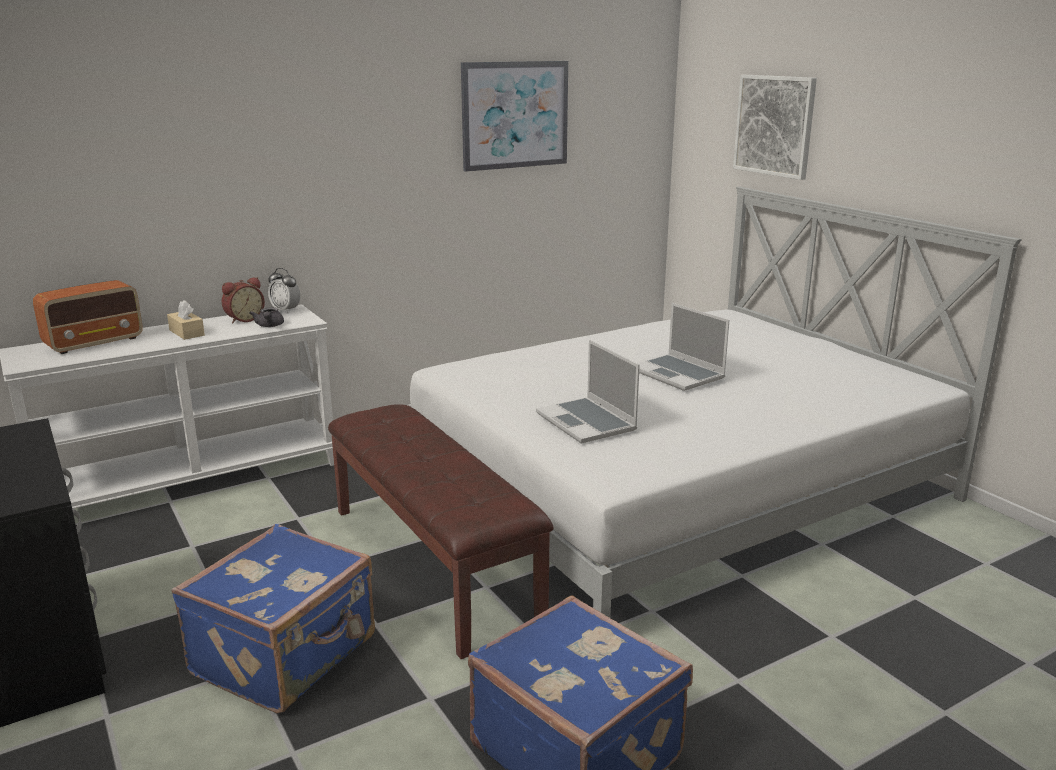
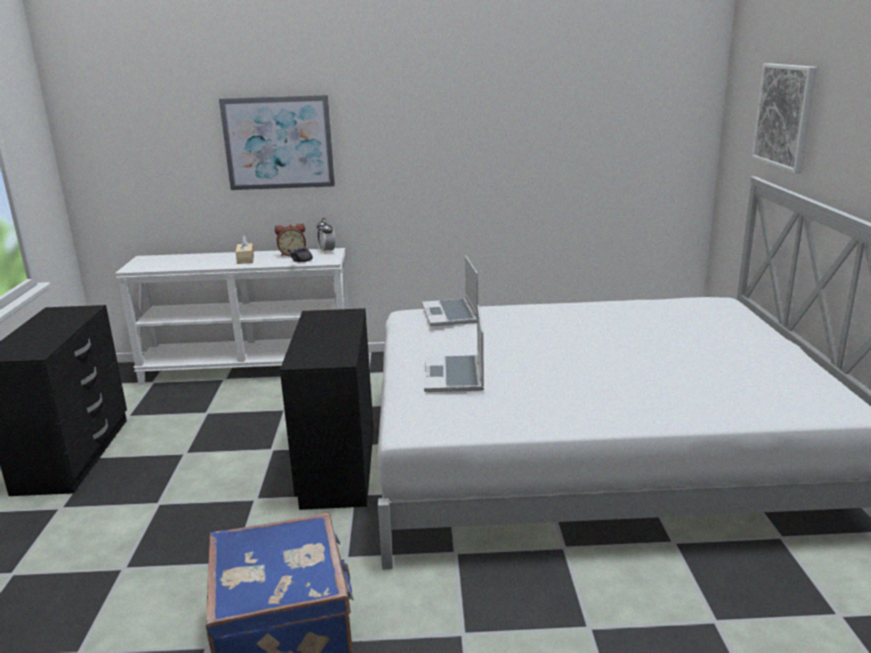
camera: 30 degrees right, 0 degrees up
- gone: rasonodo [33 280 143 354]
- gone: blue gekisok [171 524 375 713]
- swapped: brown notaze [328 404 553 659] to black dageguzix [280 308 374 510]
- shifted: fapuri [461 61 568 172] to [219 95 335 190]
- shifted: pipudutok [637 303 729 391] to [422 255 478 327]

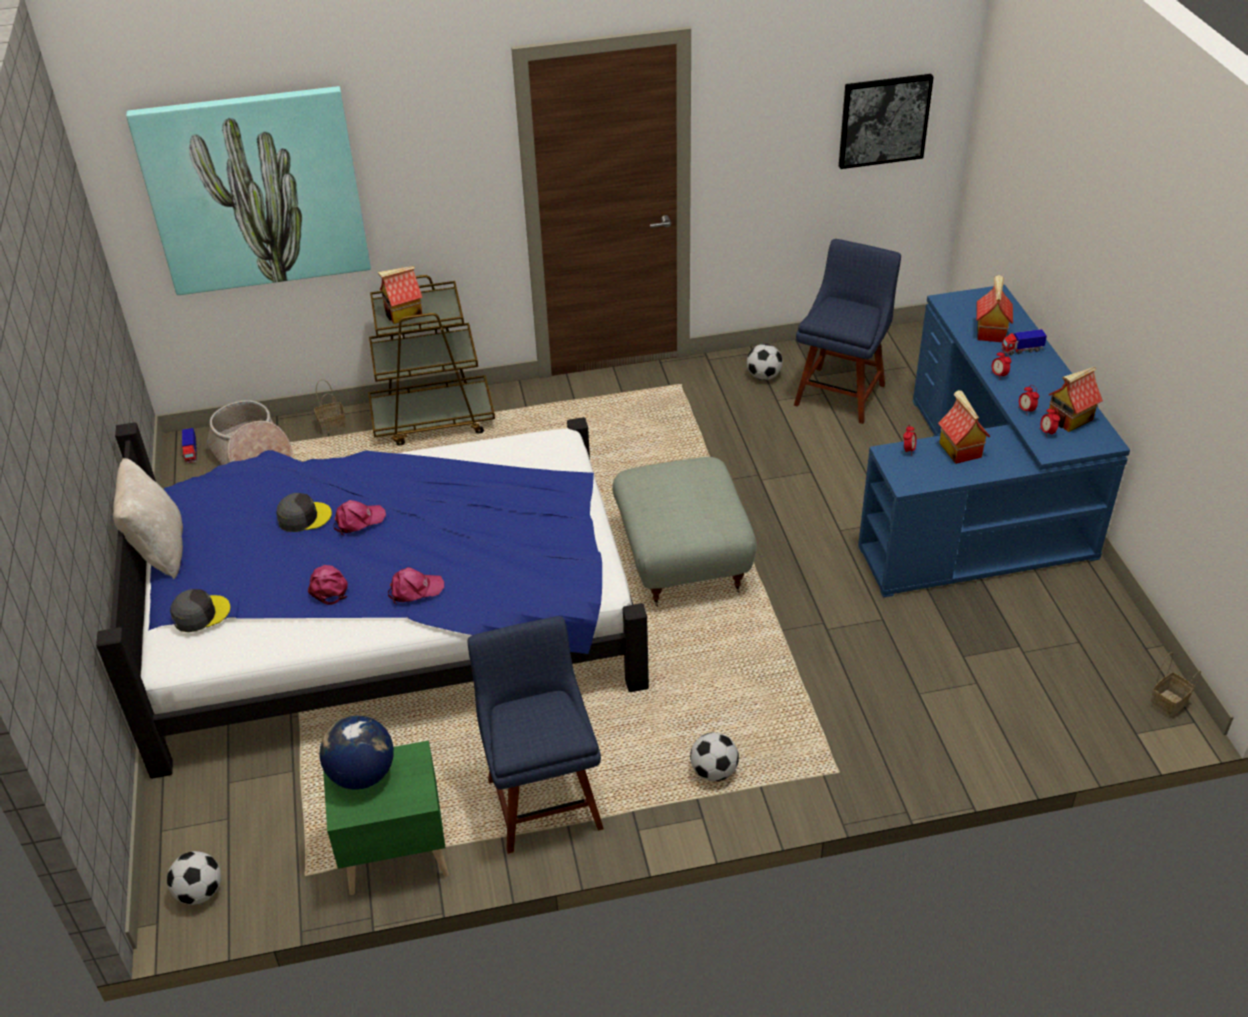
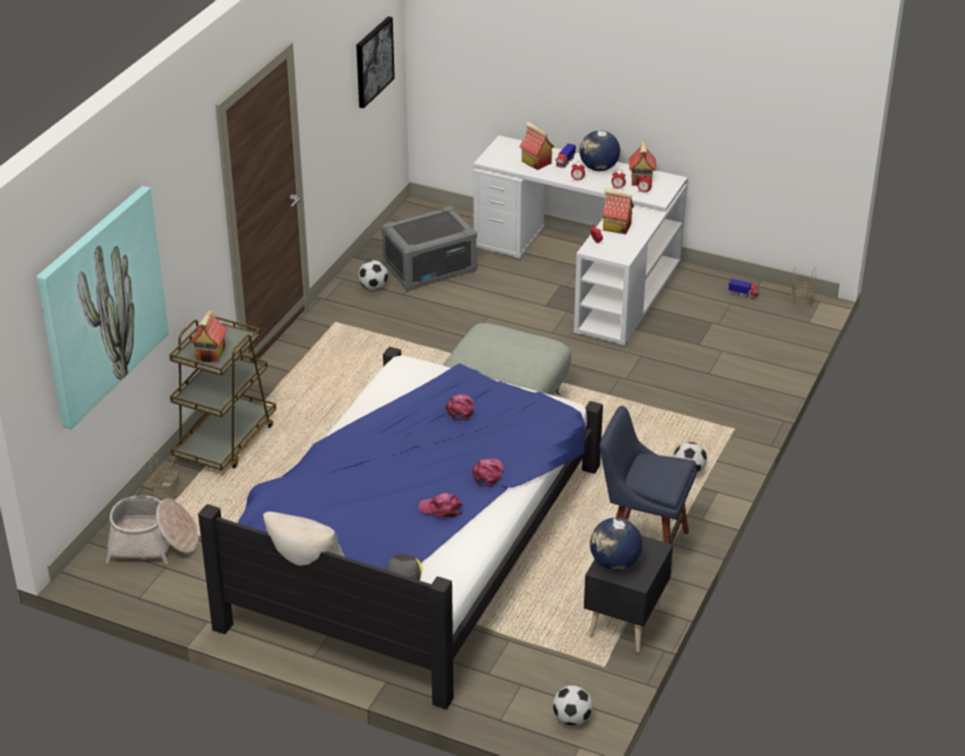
camera: 55 degrees left, 5 degrees down
- shifted: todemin [182 428 197 463] to [728 278 759 299]
- gone: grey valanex [276 493 332 532]
- repainted: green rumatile [323 741 449 895] to black rumatile [584 535 673 653]
- shifted: pink valanex [334 500 386 535] to [445 394 474 421]
- swapped: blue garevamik [794 239 901 424] to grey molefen [381 206 477 291]
- repainted: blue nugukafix [858 285 1130 598] to white nugukafix [473 135 688 347]
- new: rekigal [580 130 620 171]

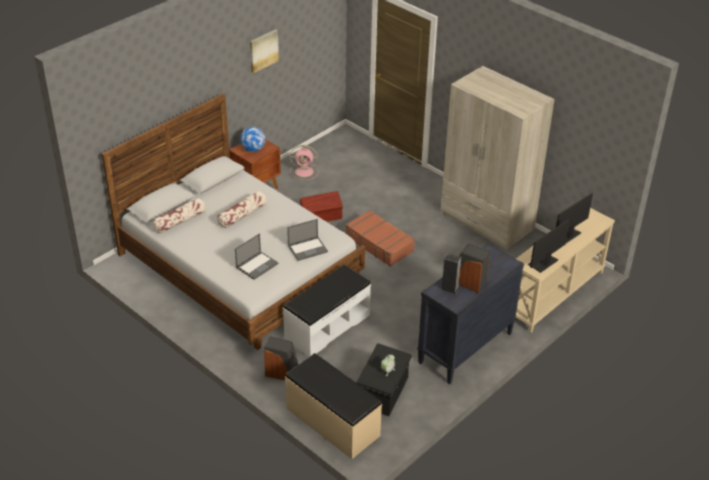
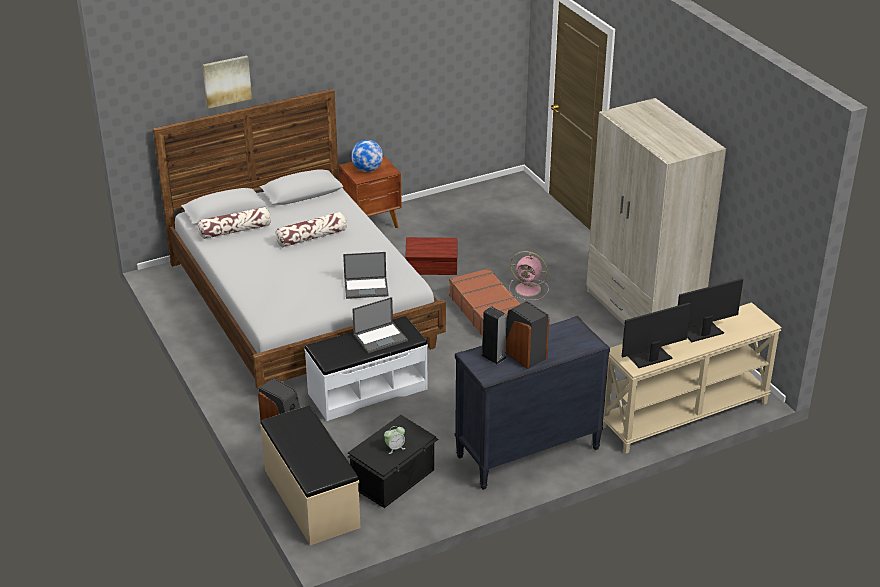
camera: 20 degrees right, 5 degrees down
- shifted: pipudutok [235 233 278 280] to [352 297 408 353]
- shifted: fapuri [250 29 279 73] to [203 55 252 109]
- shifted: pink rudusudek [290 145 319 180] to [509 251 549 300]

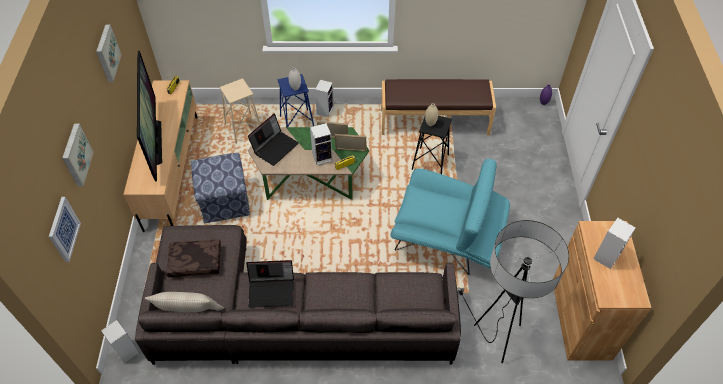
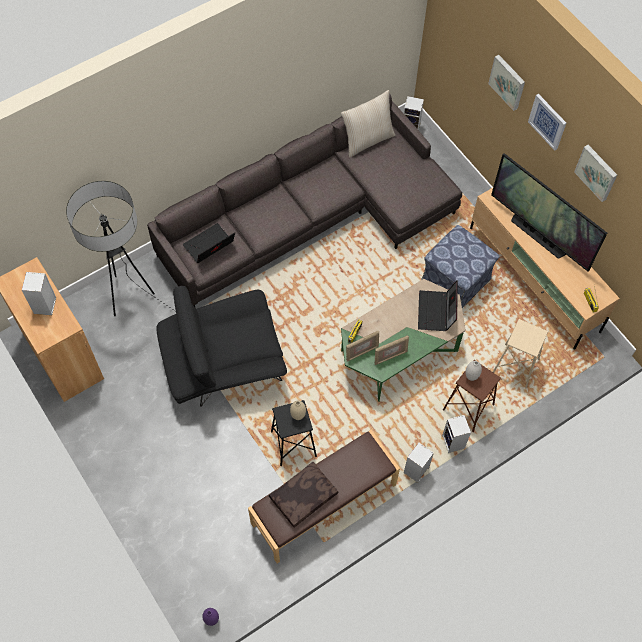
camera: 145 degrees right, 10 degrees up
- shifted: fapuri [49 197 81 262] to [528 94 566 151]
- shifted: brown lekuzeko [166 239 221 277] to [269 462 339 527]
- shifted: pipudutok [246 260 294 308] to [183 223 235 263]
- repainted: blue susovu [278 74 314 127] to brown susovu [443 360 501 432]
- shifted: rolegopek [310 123 333 165] to [404 443 434 483]
- repainted: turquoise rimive [391 158 510 275] to black rimive [156 286 287 407]

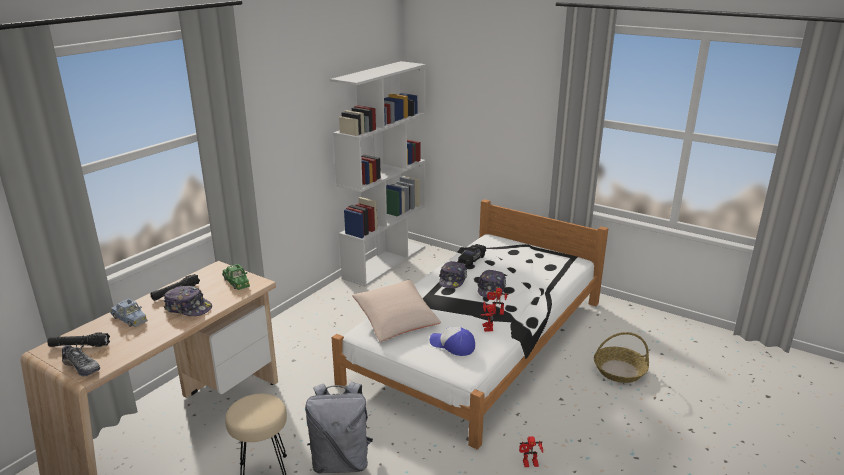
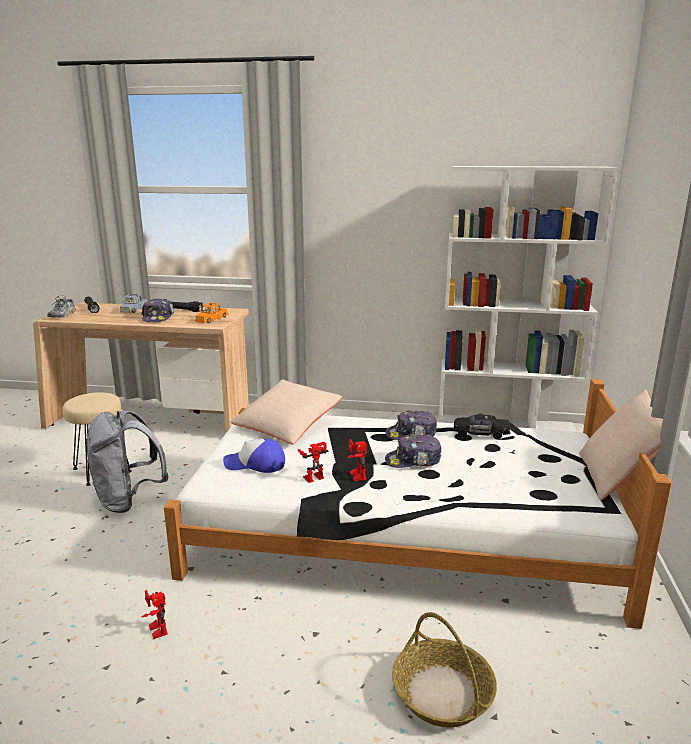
camera: 65 degrees right, 5 degrees down
- repainted: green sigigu [222 264 250 290] to orange sigigu [195 303 229 323]
- rotated: valanex [429 327 475 356] = [223 438 285 473] 90 degrees counterclockwise
- new: beige lekuzeko [579 389 663 501]

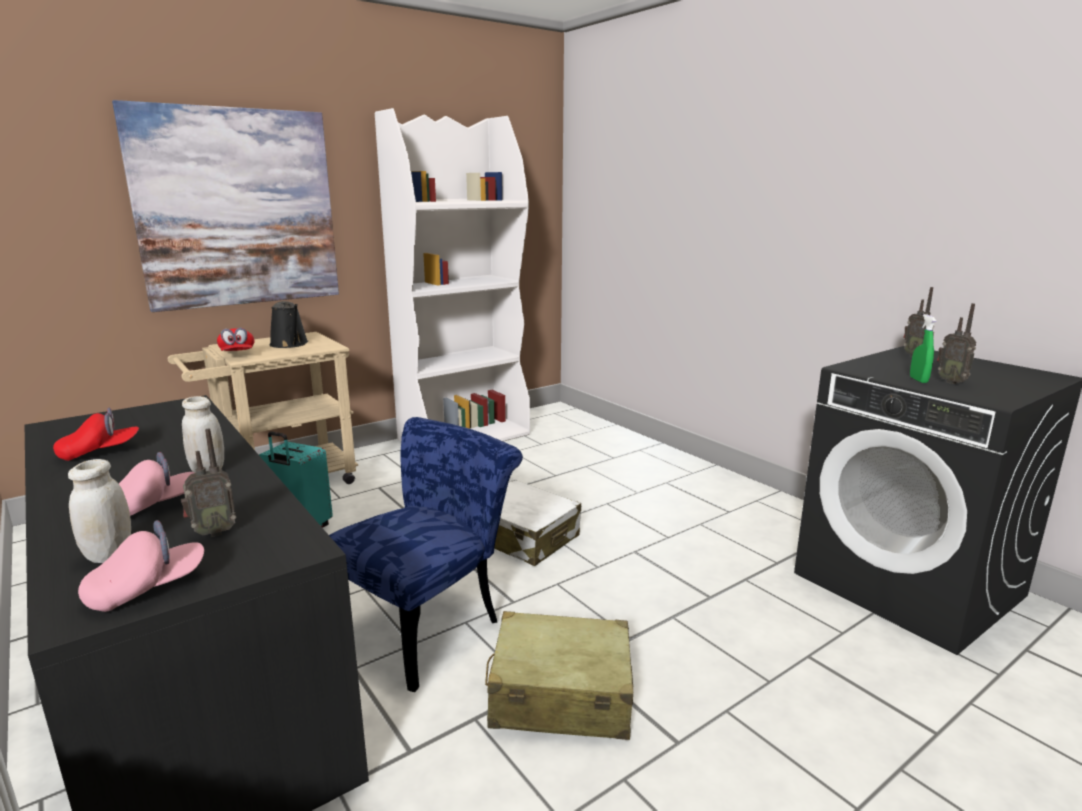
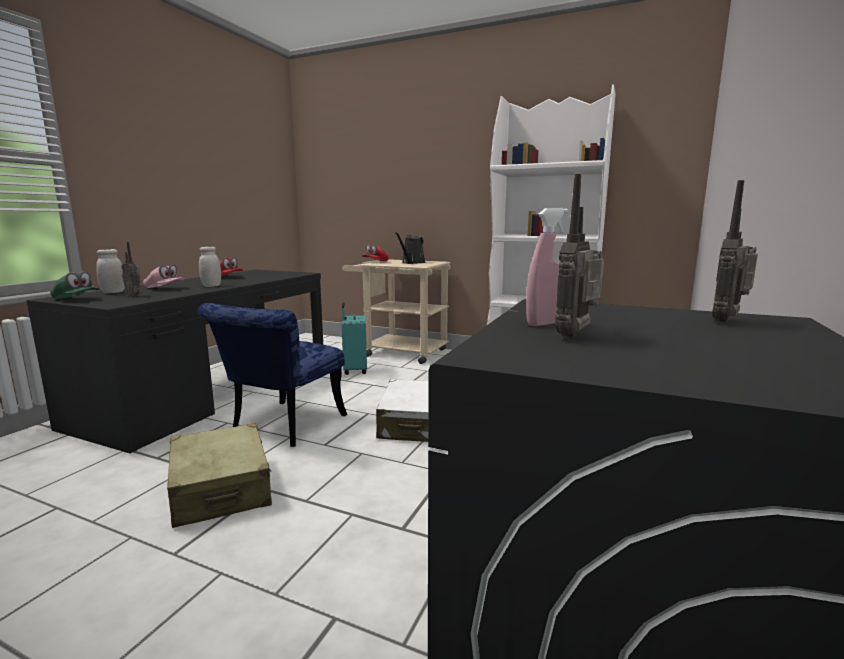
camera: 60 degrees right, 5 degrees down
- repainted: pink valanex [78 520 204 612] to green valanex [50 271 99 299]
- gone: fapuri [112 100 339 312]
- rotated: blue garevamik [329 417 523 692] = [198 303 347 447] 105 degrees clockwise
- repainted: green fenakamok [910 314 936 383] to pink fenakamok [526 208 568 326]

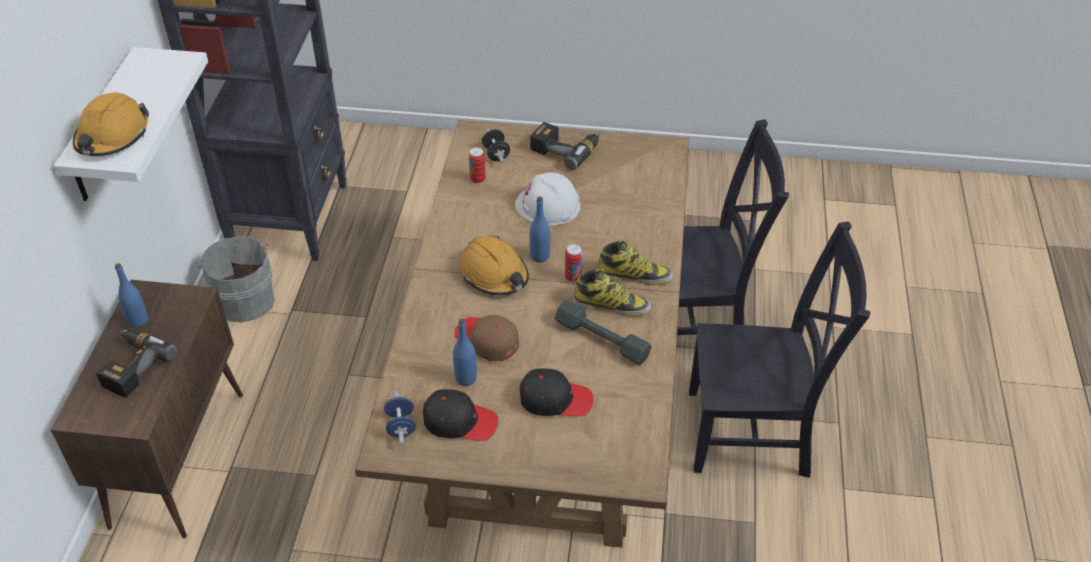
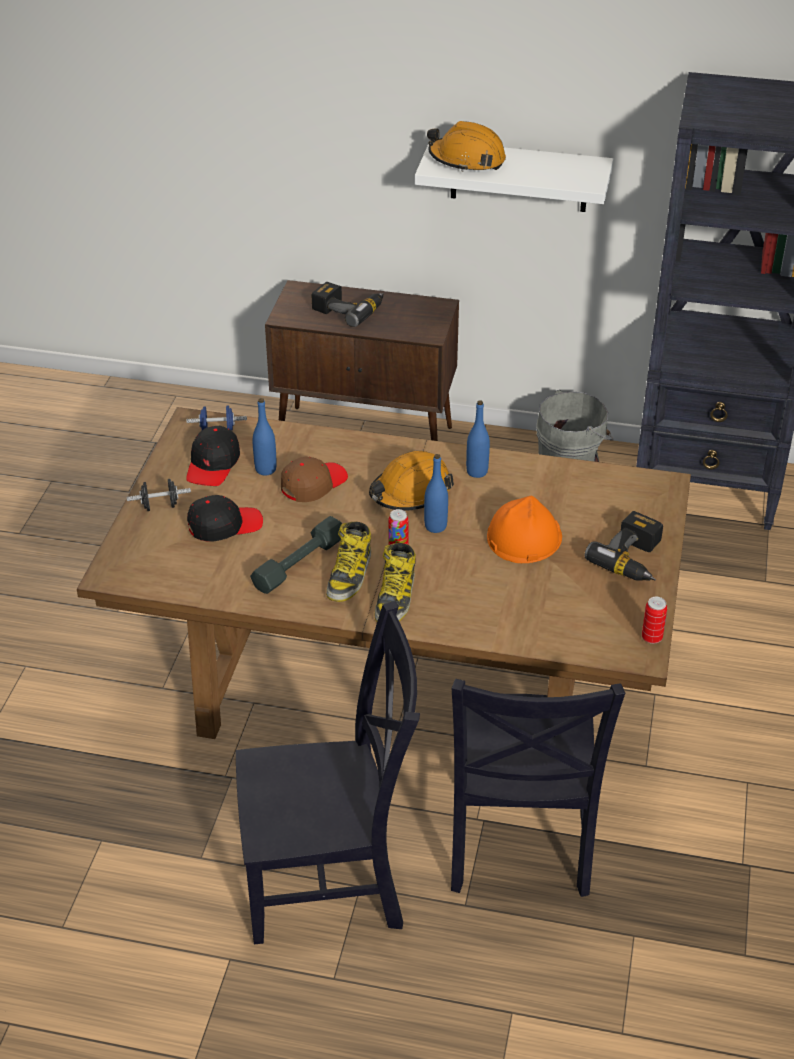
camera: 95 degrees right, 5 degrees down
- shifted: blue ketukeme [115 263 148 328] to [466 400 490 478]
- shifted: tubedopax [469 147 486 183] to [642 597 667 644]
- shifted: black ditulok [482 129 510 162] to [127 479 191 511]
- repainted: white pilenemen [515 172 580 225] to orange pilenemen [487 496 562 563]
- rotated: black valanex [520 368 593 417] = [187 495 263 542] 120 degrees counterclockwise
- rotated: black garevamik [689 221 870 478] = [236 601 420 945] 105 degrees counterclockwise

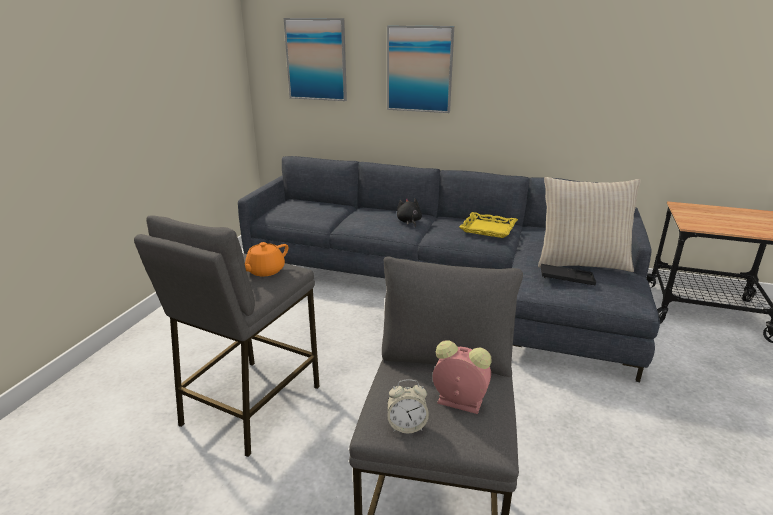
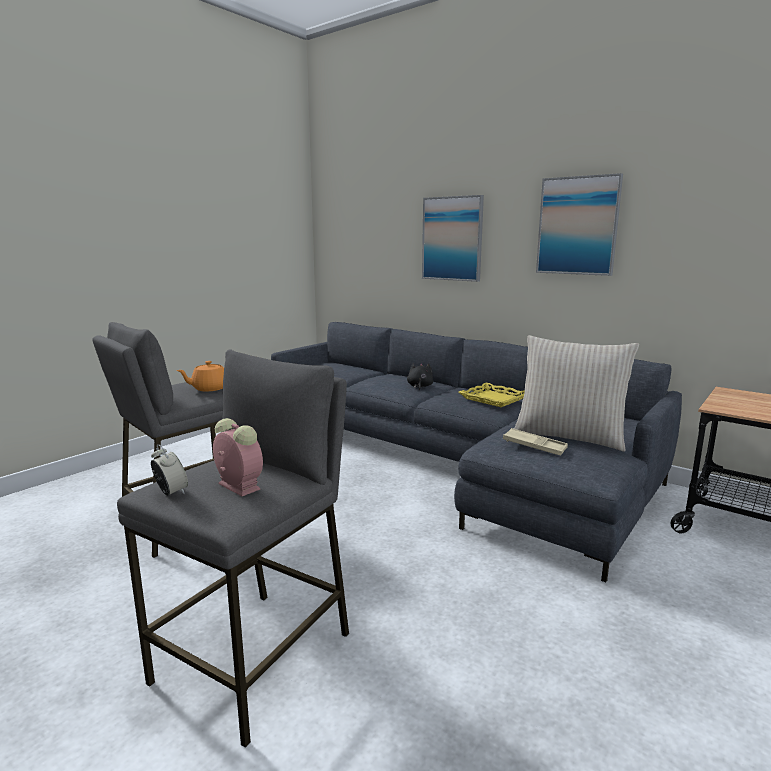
camera: 20 degrees right, 10 degrees down
- shifted: fapuri [284 18 347 101] to [536 173 623 276]
- rotated: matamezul [387 379 429 433] = [151 444 188 496] 150 degrees counterclockwise
- repainted: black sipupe [541 264 596 285] to beige sipupe [503 428 568 456]

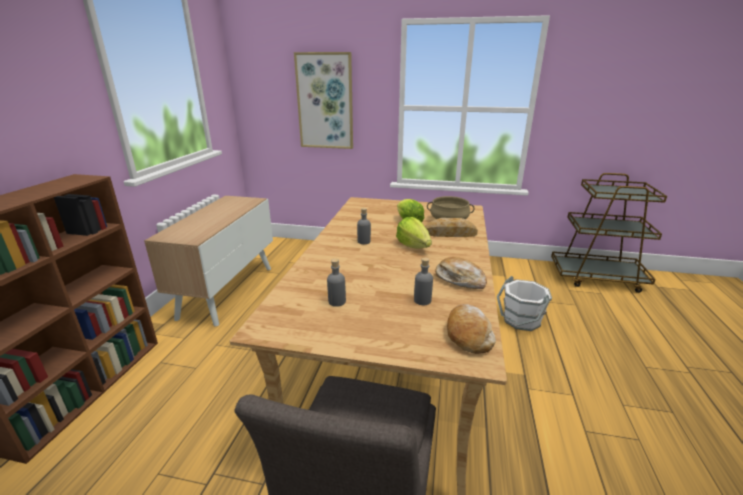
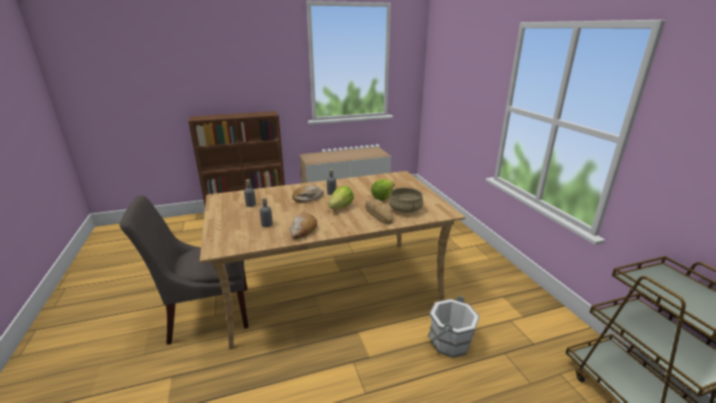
camera: 60 degrees right, 0 degrees up
- gone: fapuri [294 52 353 149]
- shifted: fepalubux [447 304 496 354] to [292 186 324 203]

